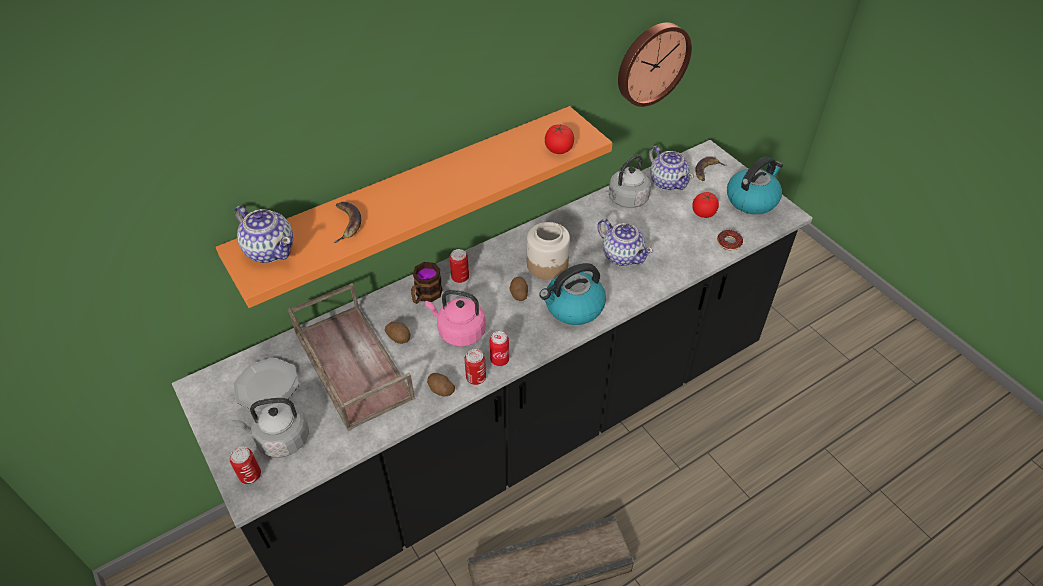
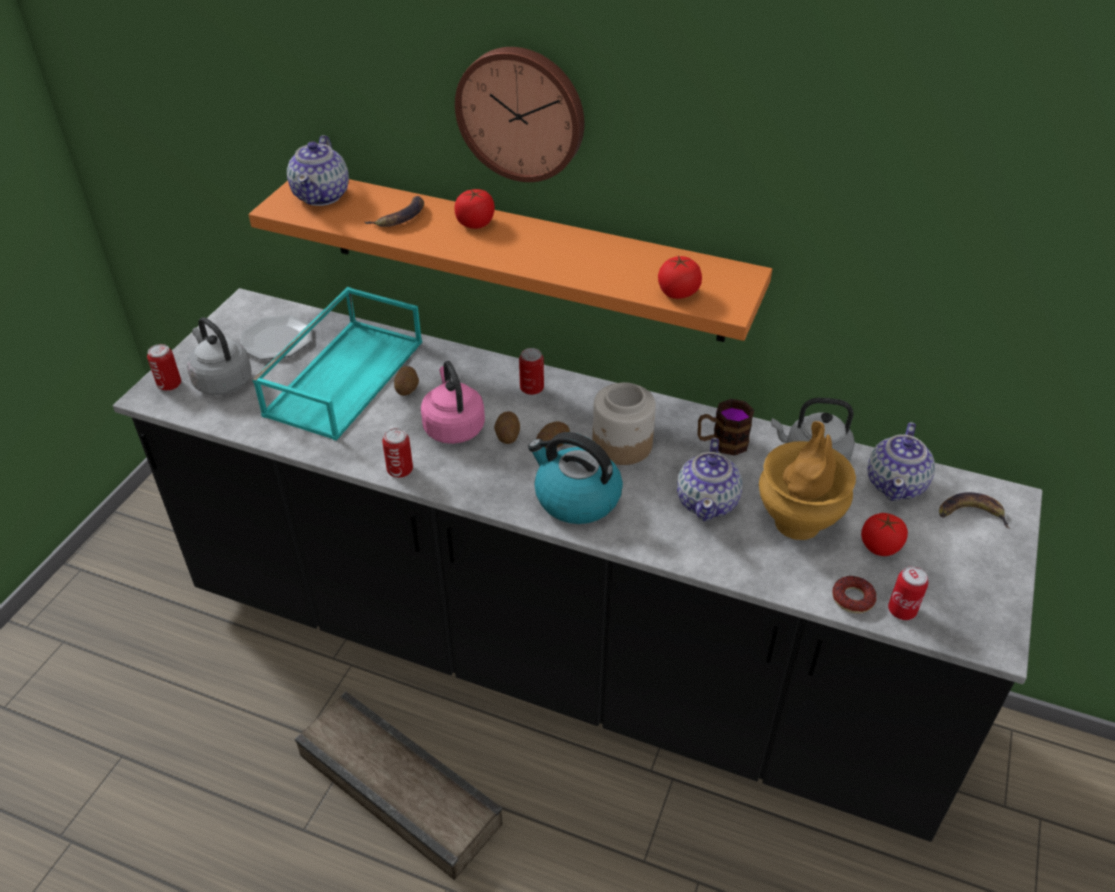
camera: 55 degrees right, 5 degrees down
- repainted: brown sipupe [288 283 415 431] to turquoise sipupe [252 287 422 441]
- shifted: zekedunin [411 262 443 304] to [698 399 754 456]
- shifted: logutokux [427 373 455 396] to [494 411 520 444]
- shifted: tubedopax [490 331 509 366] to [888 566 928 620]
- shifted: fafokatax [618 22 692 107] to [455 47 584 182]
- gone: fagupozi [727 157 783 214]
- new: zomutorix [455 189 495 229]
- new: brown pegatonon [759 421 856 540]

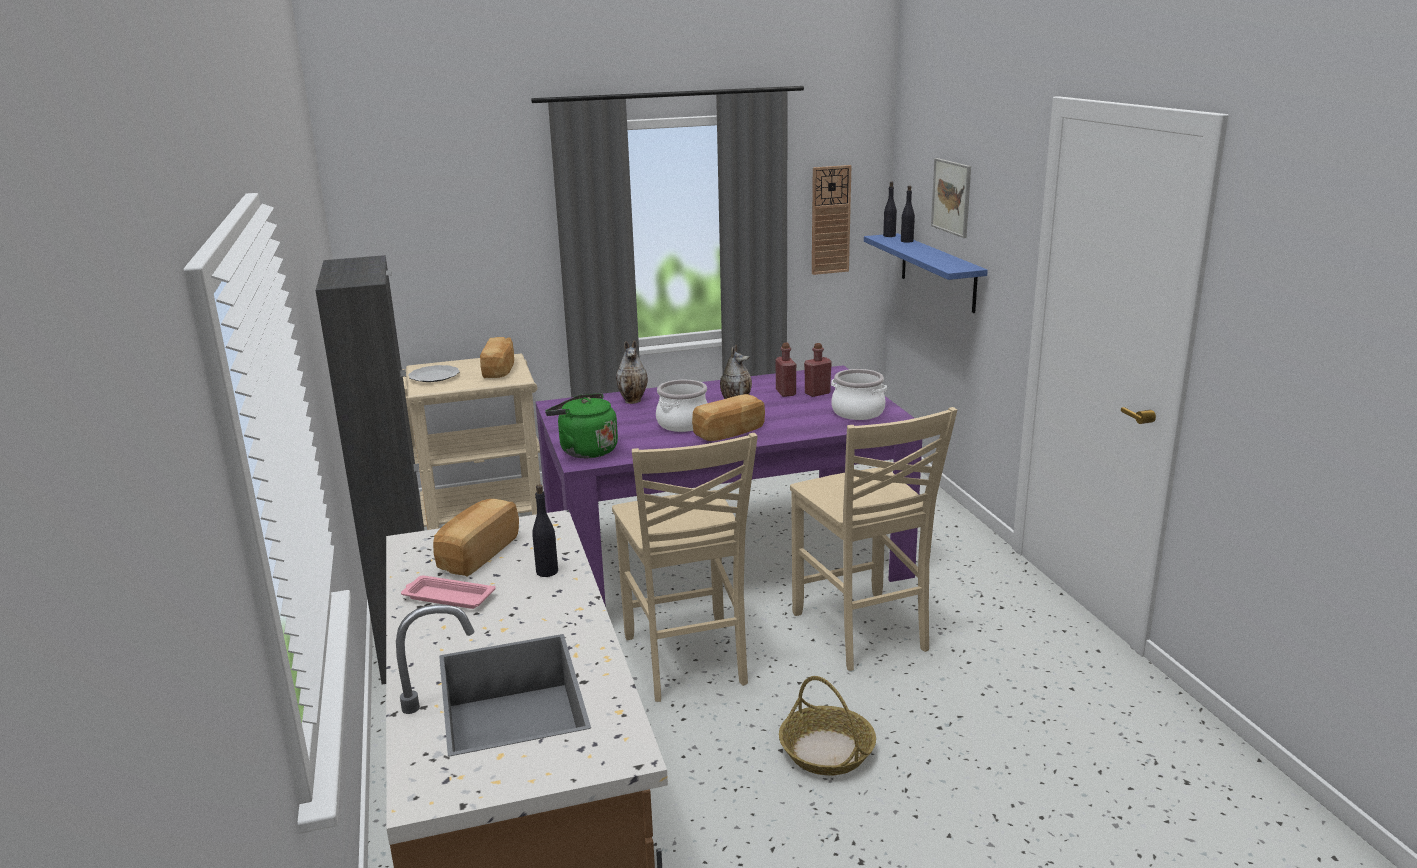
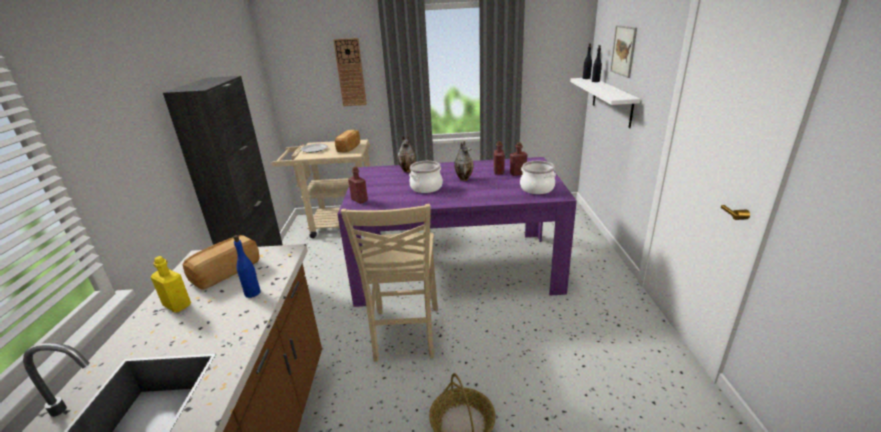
camera: 15 degrees right, 5 degrees up
- swapped: pink sipupe [401 575 496 609] to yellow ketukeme [151 256 191 313]
- repainted: black ketukeme [532 484 558 577] to blue ketukeme [233 235 261 298]
- swapped: green fagupozi [545 393 618 458] to red ketukeme [348 167 368 204]
- gone: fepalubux [692 394 765 441]
- gone: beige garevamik [790 407 957 671]
- shifted: fafokatax [812 165 852 275] to [333 38 367 106]
- repainted: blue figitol [864 233 988 313] to white figitol [570 77 641 128]

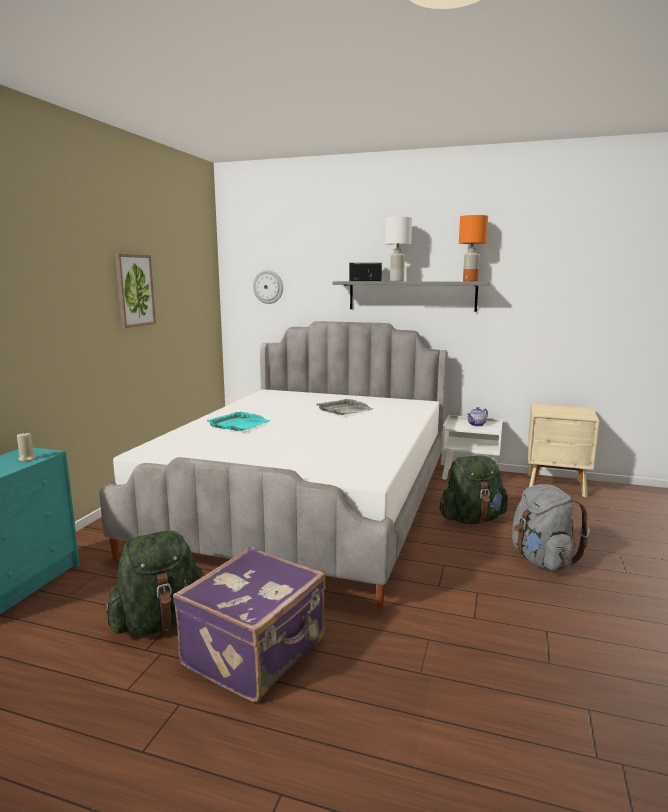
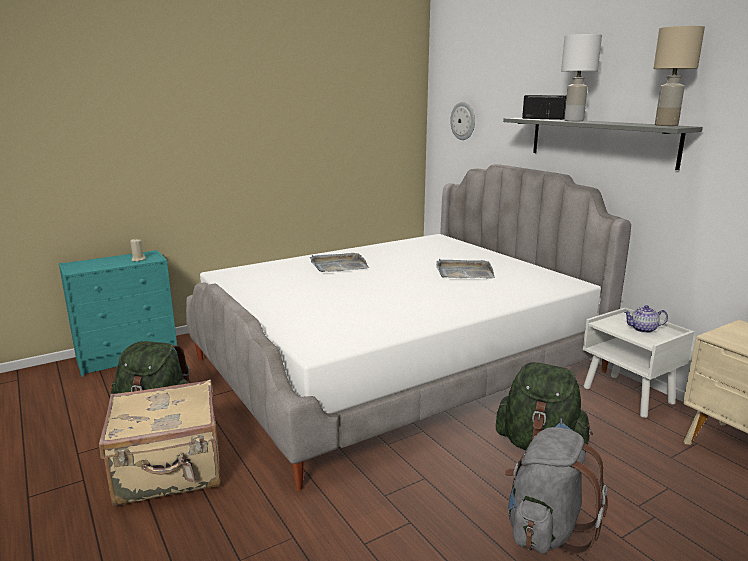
camera: 40 degrees right, 5 degrees up
- gone: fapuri [115 254 156 328]
- repainted: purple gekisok [173 547 325 702] to beige gekisok [99 380 221 506]
- repainted: turquoise sipupe [207 412 271 431] to grey sipupe [310 253 369 272]
- repainted: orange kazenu [459 215 488 282] to beige kazenu [653 26 705 126]

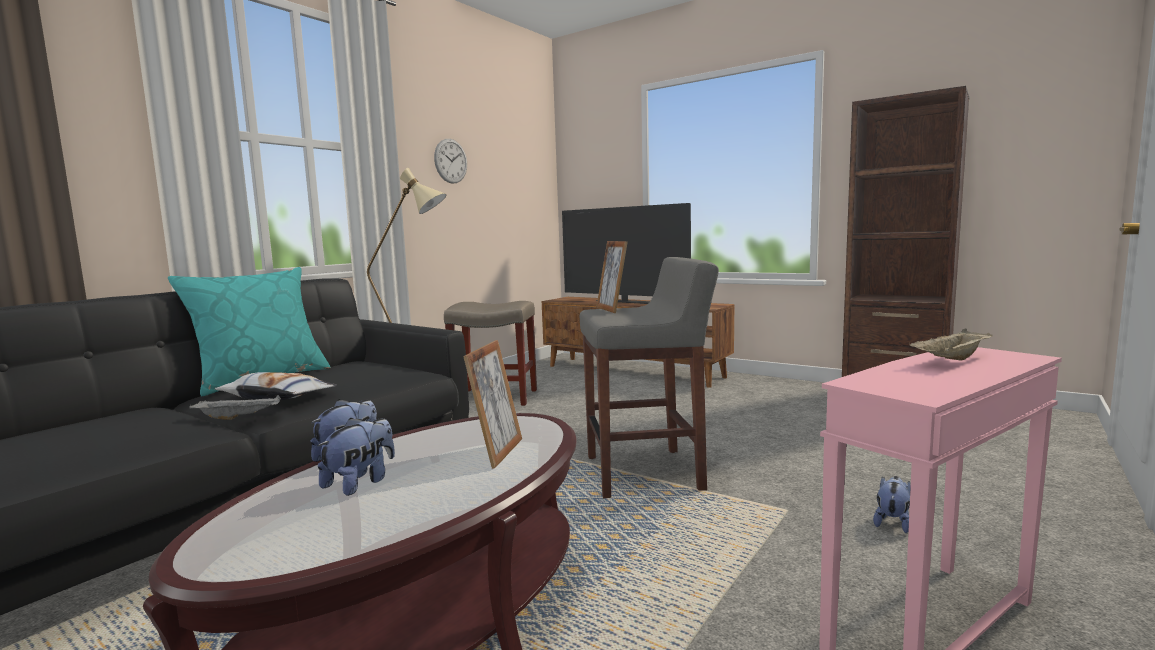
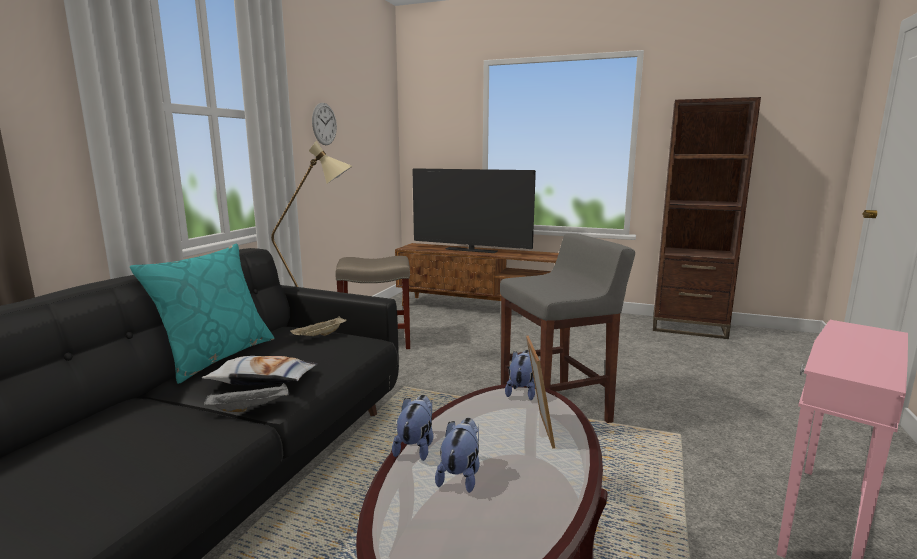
camera: 15 degrees left, 5 degrees up
- gone: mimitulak [596 241 628 313]
- shifted: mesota [873 476 911 533] to [505 350 535 400]
- shifted: beige sipupe [909 329 993 361] to [290 316 346 336]

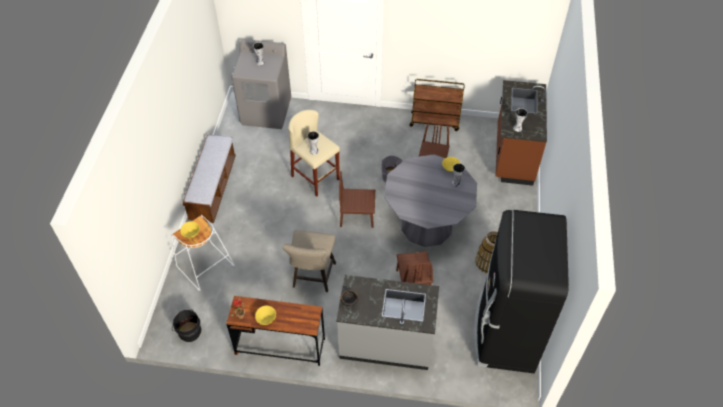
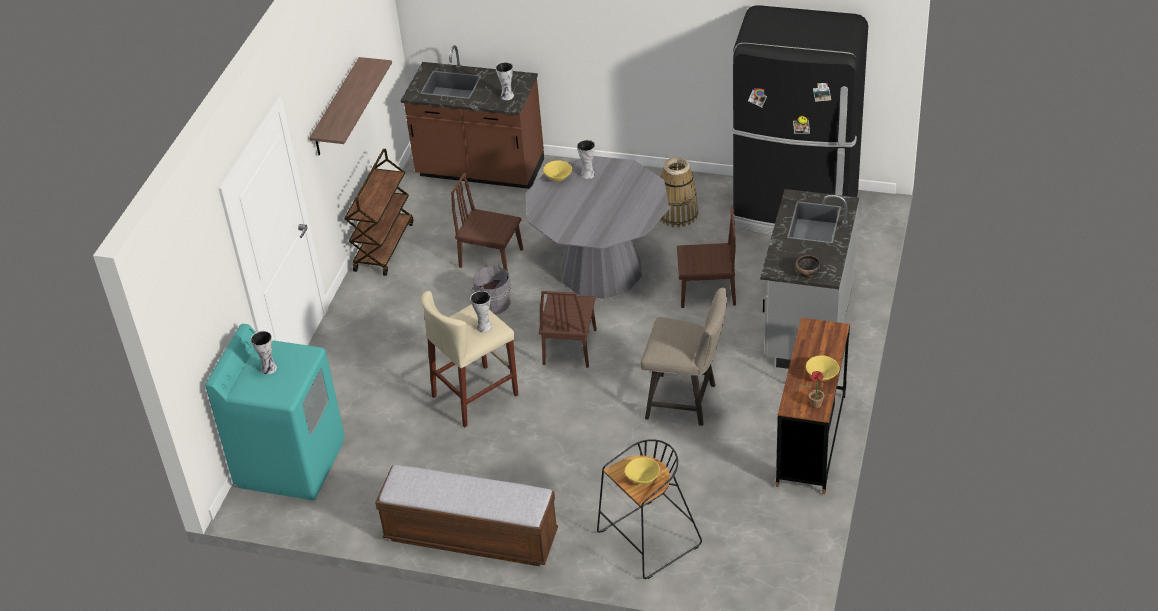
camera: 80 degrees left, 10 degrees down
- repainted: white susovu [171 215 235 291] to black susovu [597 439 702 579]
- gone: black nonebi [172 309 201 342]
- repainted: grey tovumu [231 39 291 129] to turquoise tovumu [205 324 345 500]
- new: figitol [309 57 392 155]

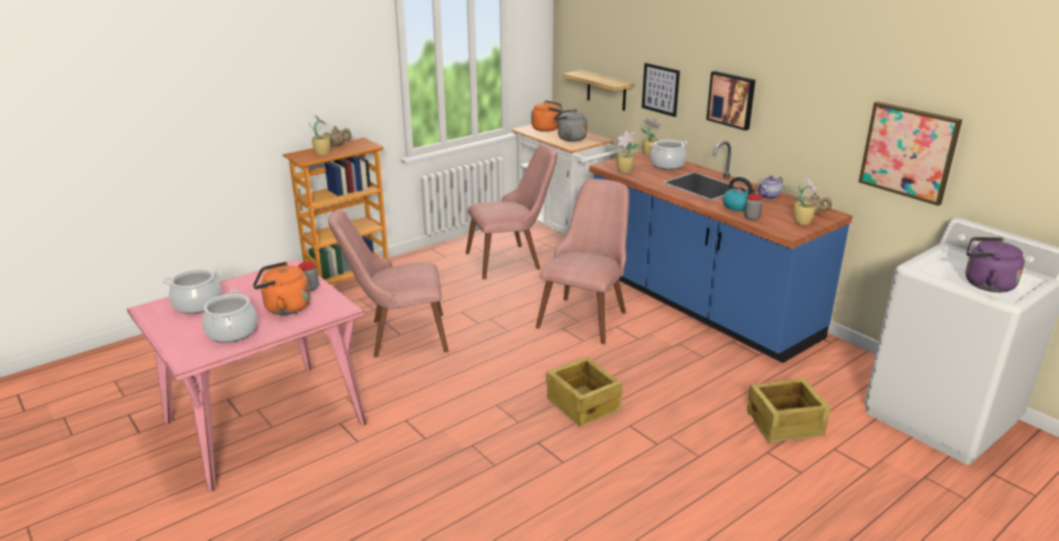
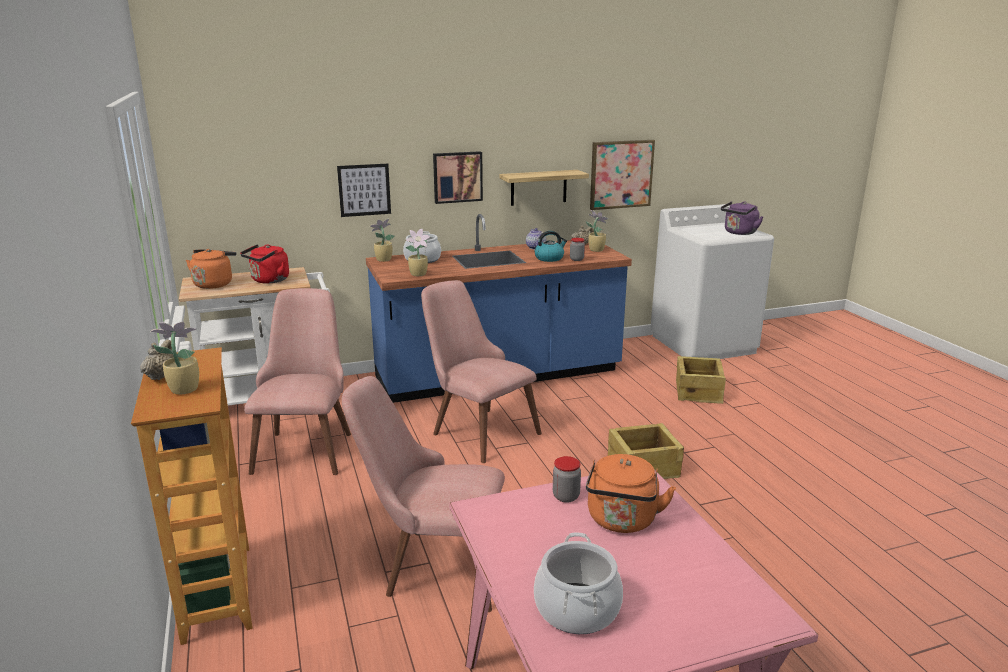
camera: 70 degrees left, 5 degrees down
- gone: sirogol [202 290 257 343]
- rotated: pink garevamik [328 209 448 357] = [342 376 505 612] 90 degrees clockwise
- repainted: grey fagupozi [554 109 587 142] to red fagupozi [240 244 289 284]
- shifted: figitol [563 70 634 111] to [500 170 589 206]

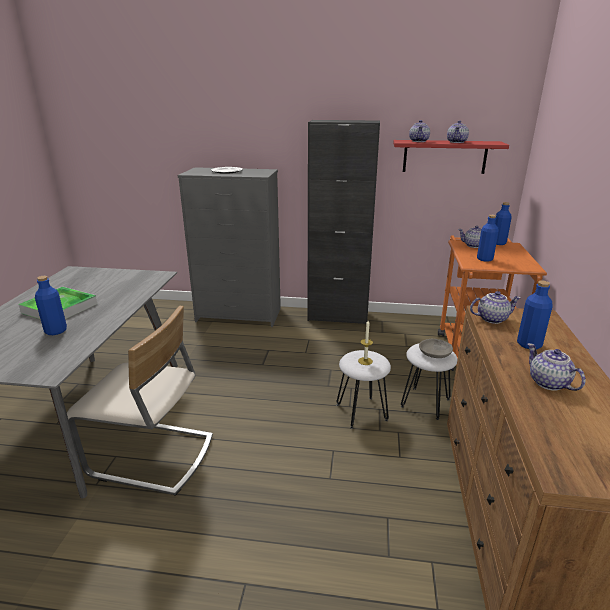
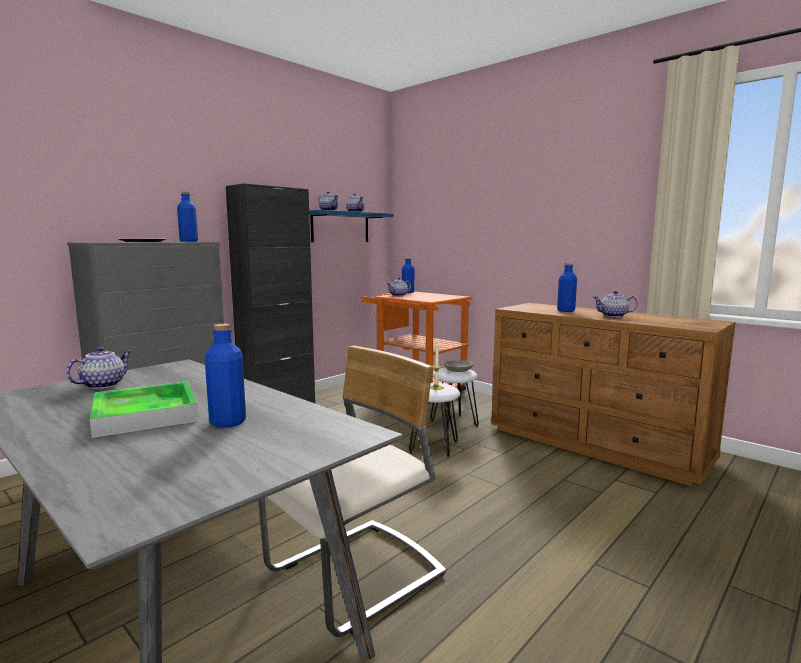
camera: 55 degrees left, 15 degrees down
- repainted: red figitol [393 140 509 174] to blue figitol [309 210 393 242]
- shifted: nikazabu [470 291 520 324] to [66 347 131 389]
- shifted: blue ketukeme [477 215 499 262] to [177 192 198 242]

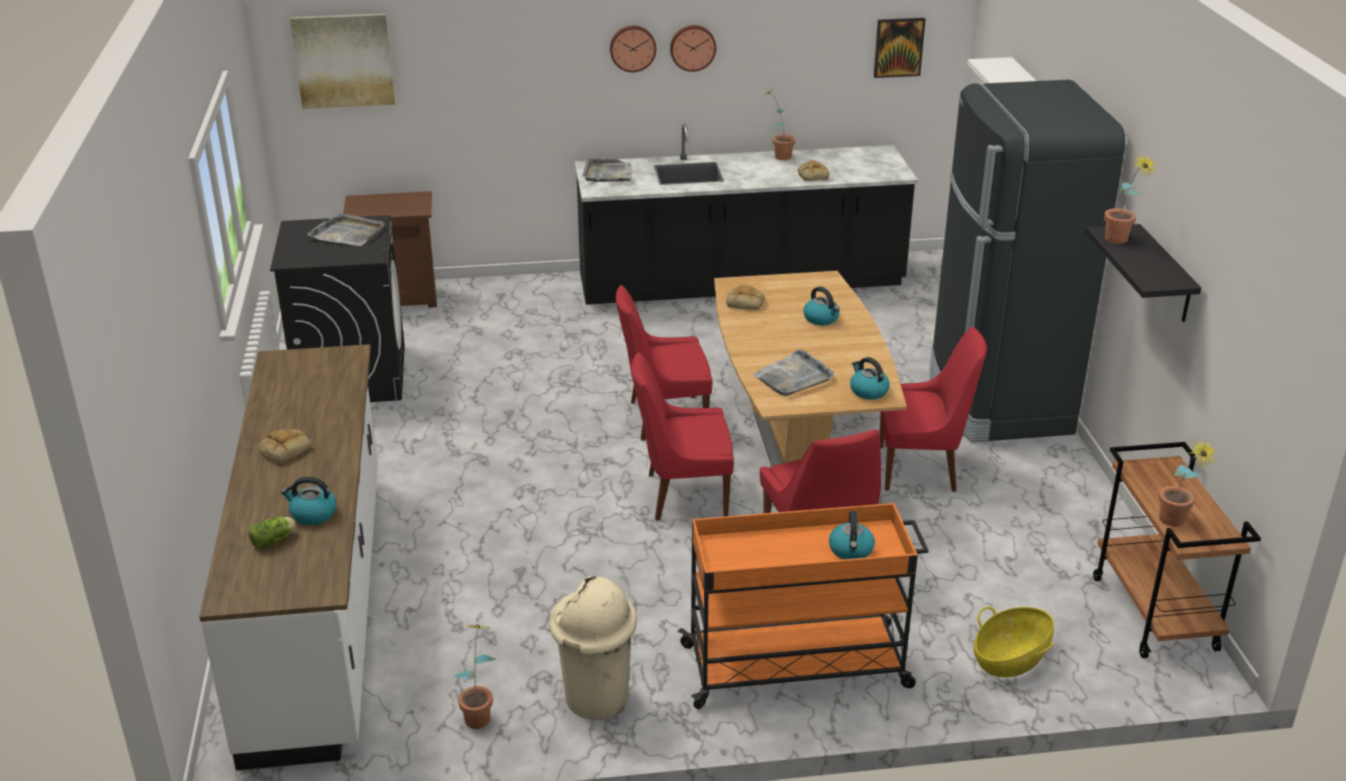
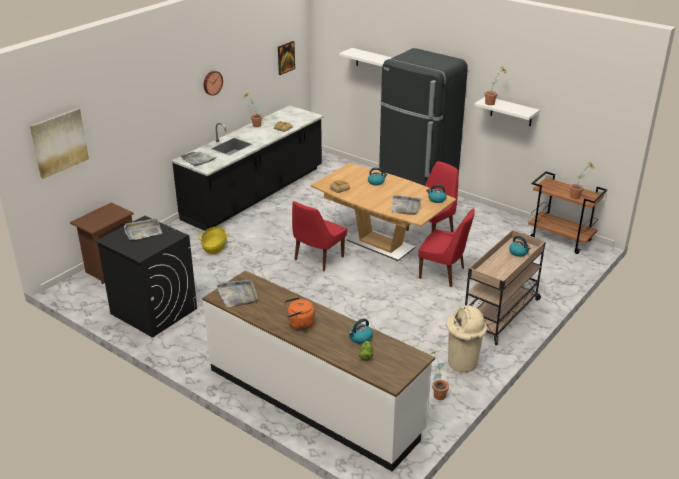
camera: 45 degrees left, 0 degrees up
- swapped: fepalubux [258 429 312 464] to orange fagupozi [284 297 315 330]
- gone: fafokatax [610 25 656 72]
- gone: red garevamik [631 352 734 521]
- repainted: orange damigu [678 503 929 709] to beige damigu [465 230 546 345]
- shifted: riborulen [974 606 1054 677] to [197 227 229 254]
- repainted: black figitol [1085 224 1201 322] to white figitol [474 97 540 126]
- new: grey sipupe [216 280 258 307]

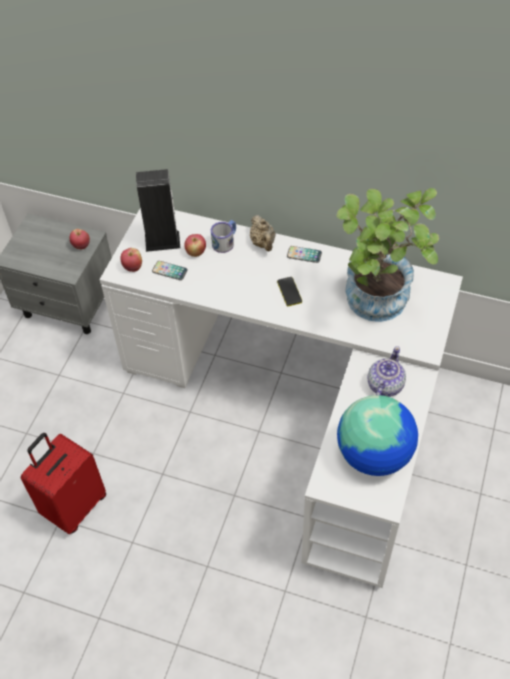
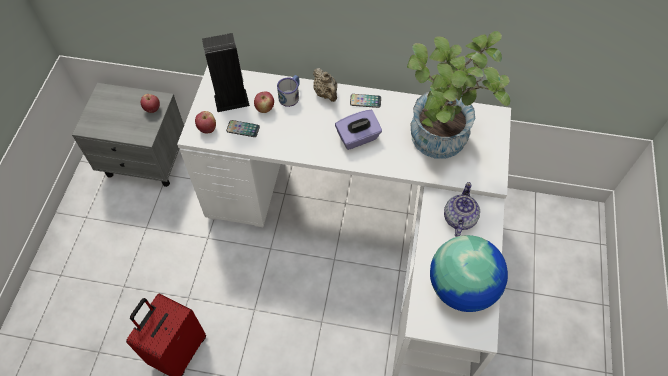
camera: 10 degrees left, 5 degrees up
- swapped: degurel [277 277 302 306] to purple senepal [335 110 382 150]

